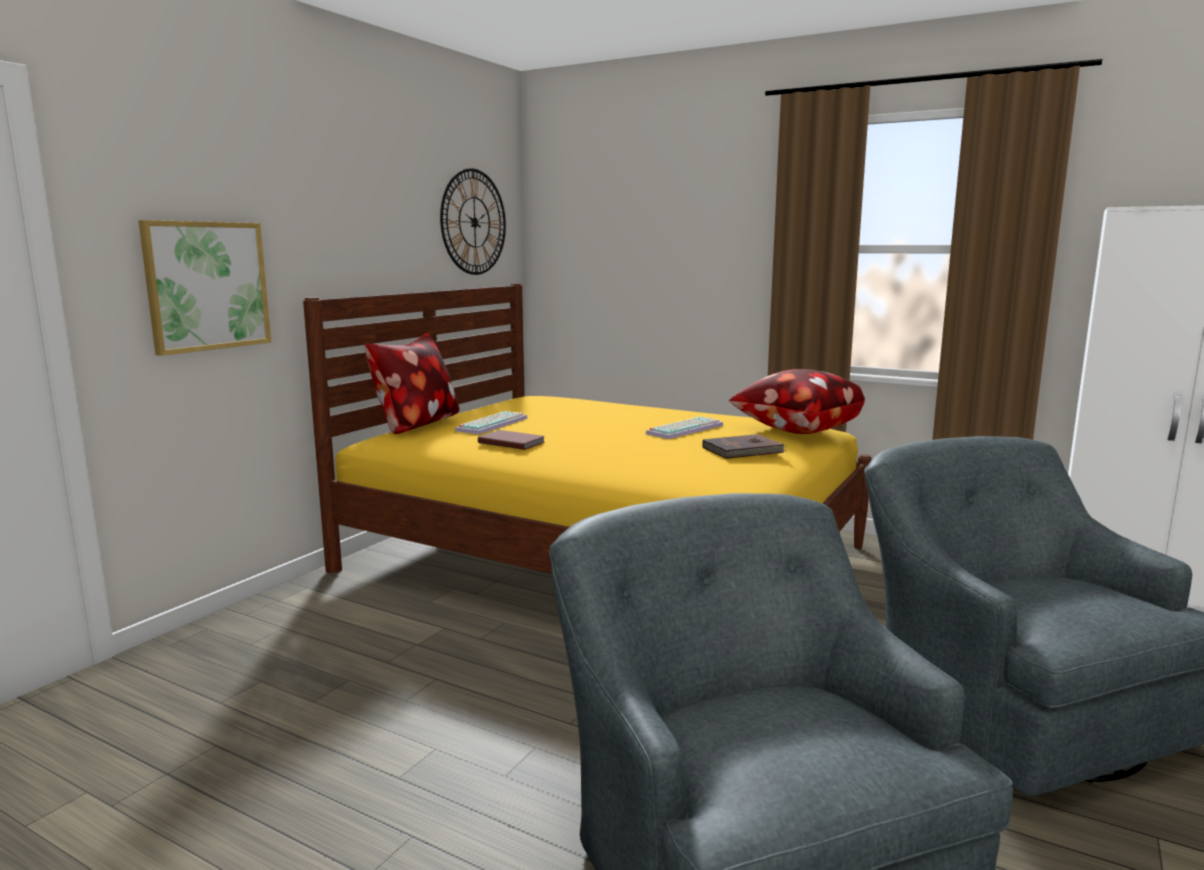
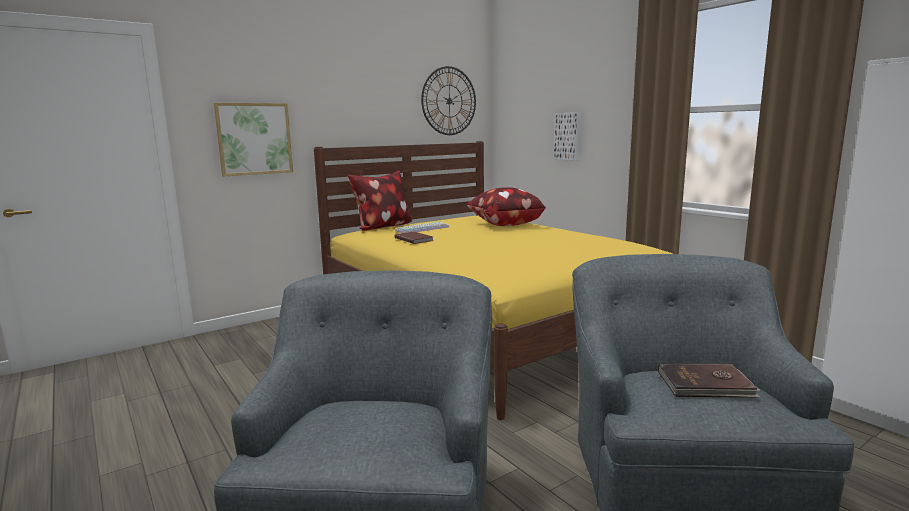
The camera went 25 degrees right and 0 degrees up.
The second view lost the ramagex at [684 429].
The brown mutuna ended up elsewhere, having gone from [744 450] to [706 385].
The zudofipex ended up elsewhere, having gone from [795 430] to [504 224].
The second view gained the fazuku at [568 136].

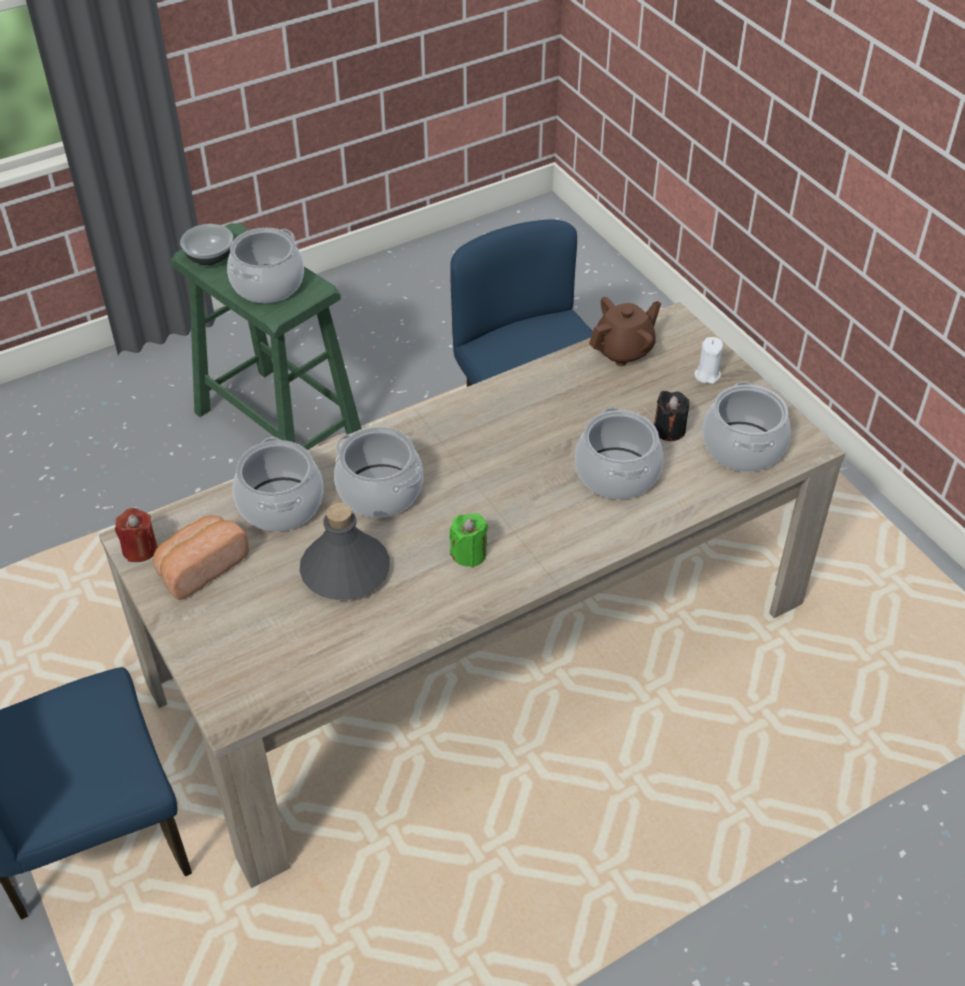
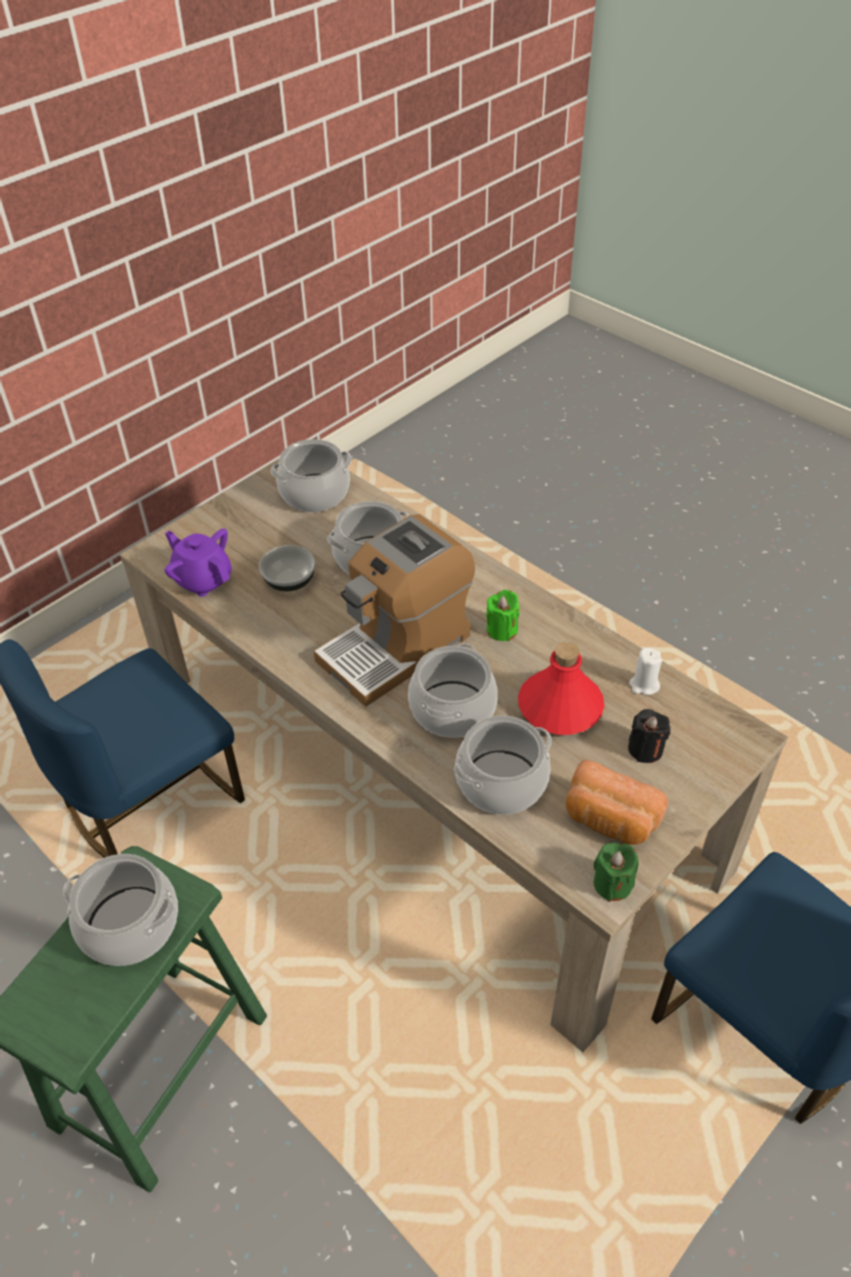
The camera went 105 degrees left and 0 degrees up.
What was the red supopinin at [140 549] turned into the green supopinin at [612 884].
The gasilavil ended up elsewhere, having gone from [209 257] to [289 582].
What was the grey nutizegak at [345 570] turned into the red nutizegak at [559 707].
What was the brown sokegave at [623 350] turned into the purple sokegave at [203 579].
The black supopinin ended up elsewhere, having gone from [669 430] to [645 749].
The white supopinin ended up elsewhere, having gone from [707 375] to [644 685].
The second view gained the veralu at [396 646].

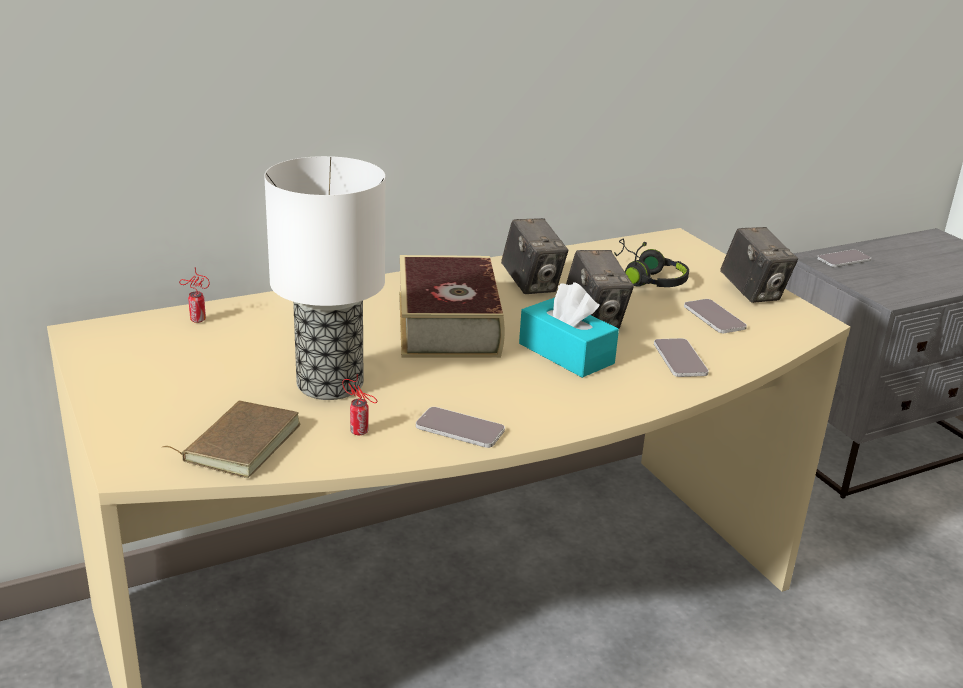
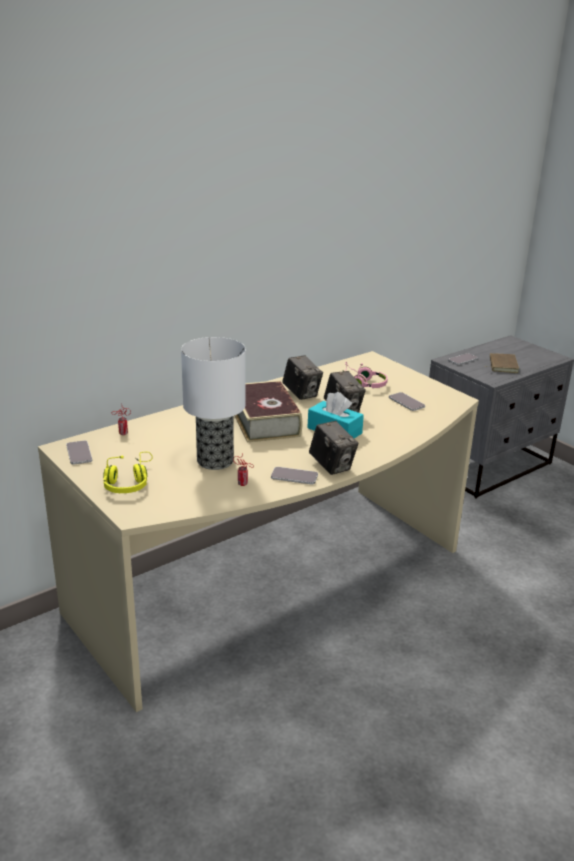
The camera went 10 degrees left and 0 degrees up.
The brown mutuna ended up elsewhere, having gone from [239 443] to [501 365].
What was the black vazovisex at [646 278] turned into the pink vazovisex at [363 383].
The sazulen ended up elsewhere, having gone from [680 359] to [79 453].
The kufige ended up elsewhere, having gone from [753 293] to [332 466].
The second view gained the yellow vazovisex at [129 482].

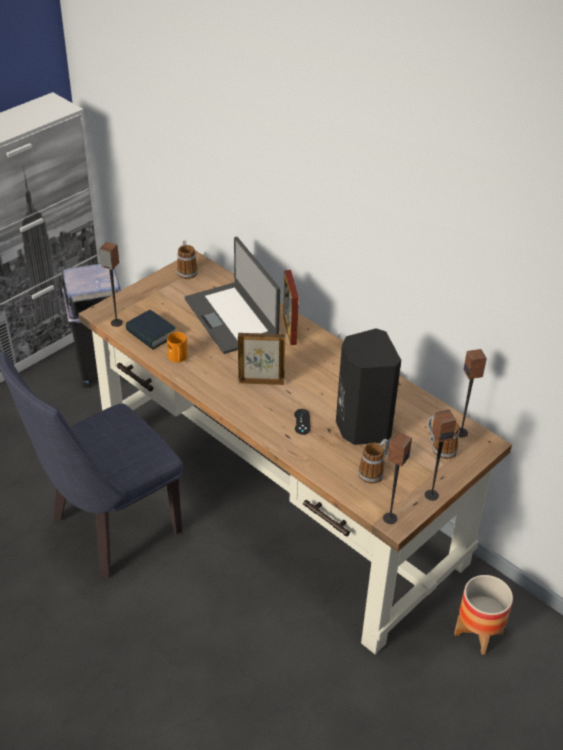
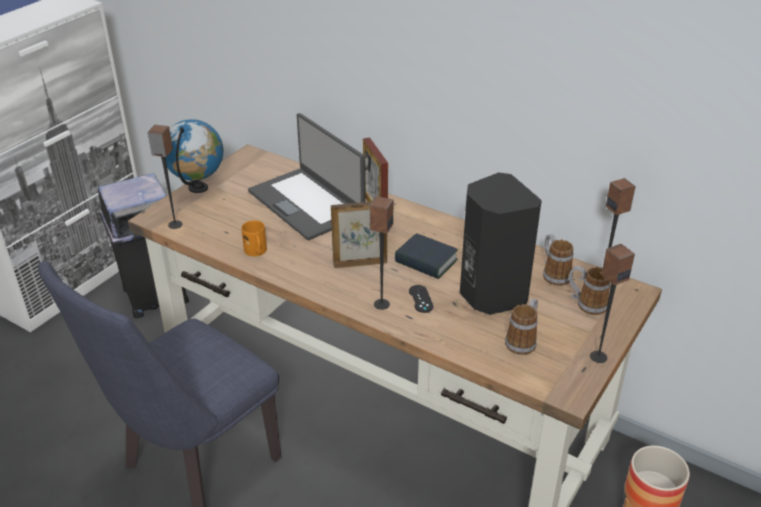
The camera went 10 degrees left and 5 degrees down.
The mutuna ended up elsewhere, having gone from [151 334] to [426 261].
The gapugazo ended up elsewhere, having gone from [186 270] to [553 274].
The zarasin ended up elsewhere, having gone from [389 518] to [381 304].
The second view gained the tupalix at [198 188].

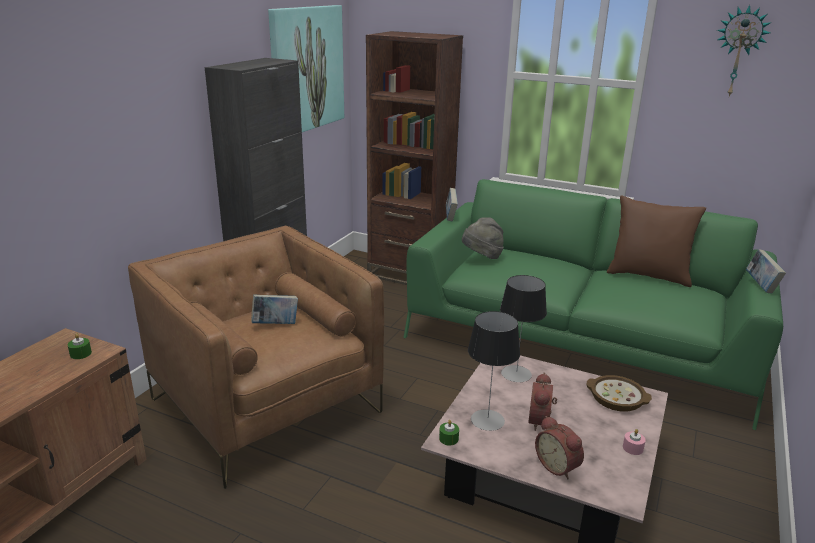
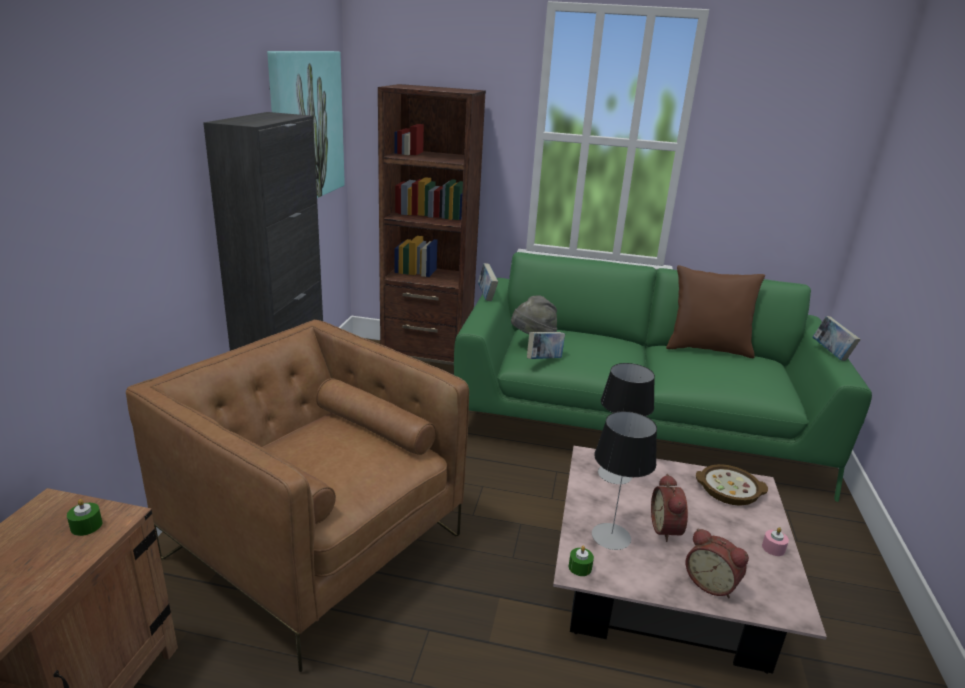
The camera went 15 degrees left and 0 degrees up.
The mutuna ended up elsewhere, having gone from [275 325] to [544 360].
The second view lost the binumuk at [739 51].

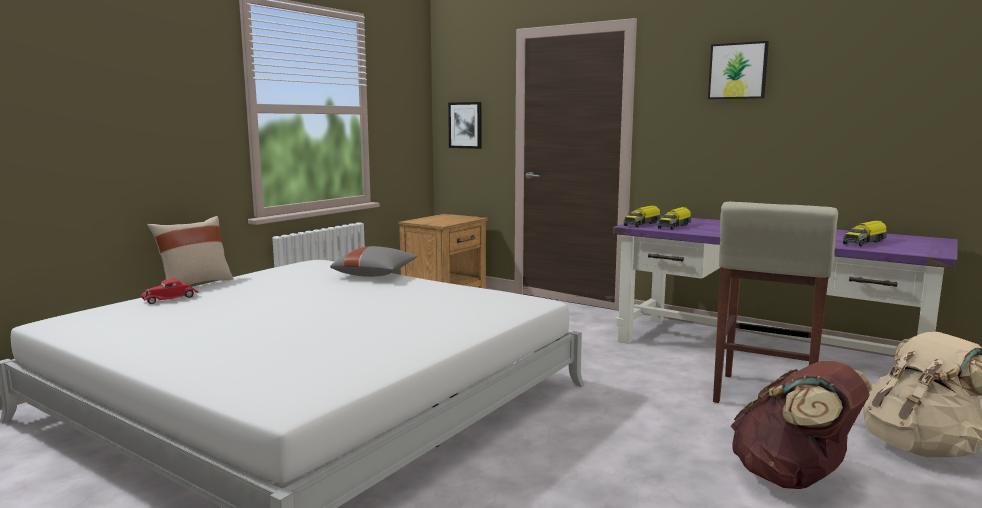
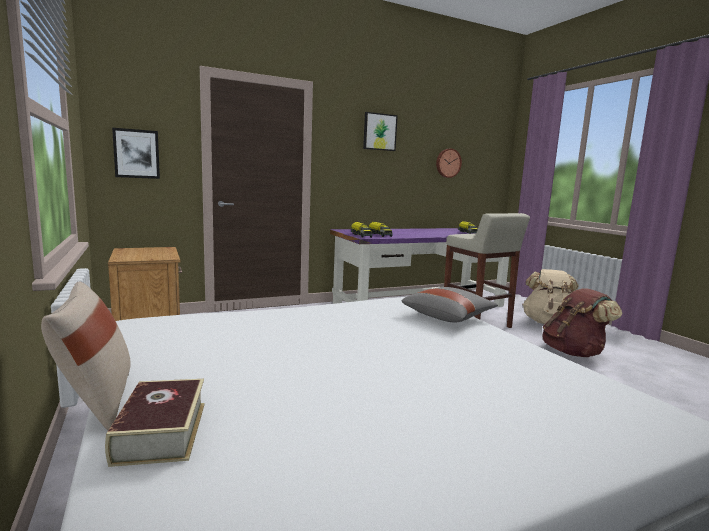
The camera went 60 degrees left and 0 degrees up.
Where the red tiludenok stood at [170 298], the mutuna came to stand at [161 432].
The grey zudofipex ended up elsewhere, having gone from [375 275] to [448 317].
The second view gained the binumuk at [448 163].

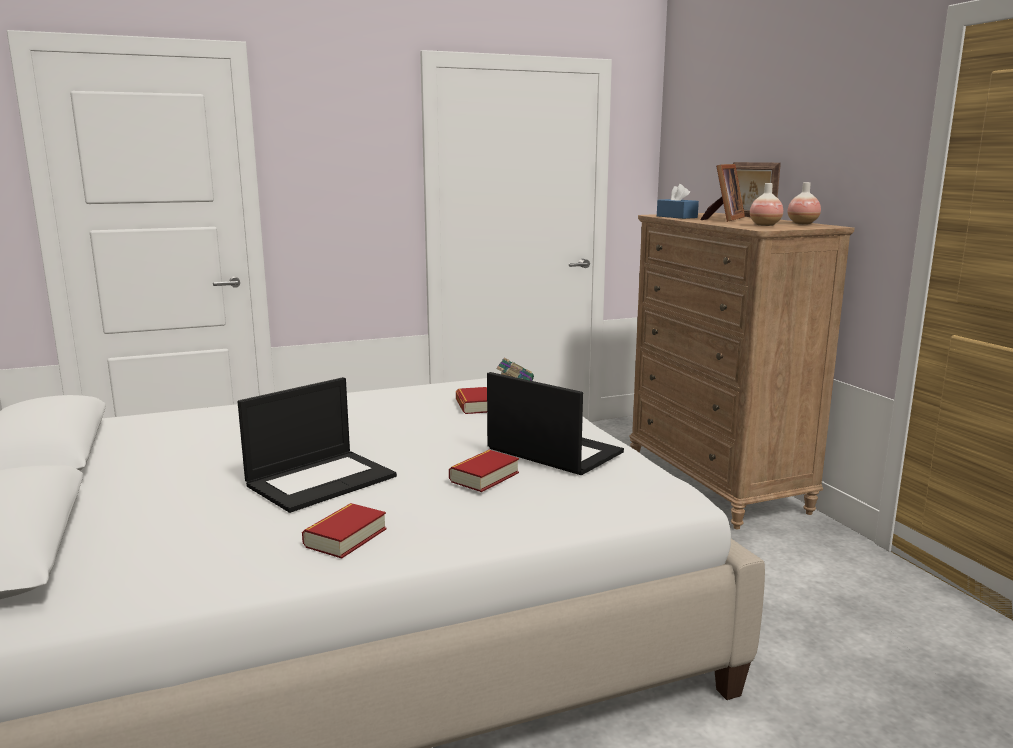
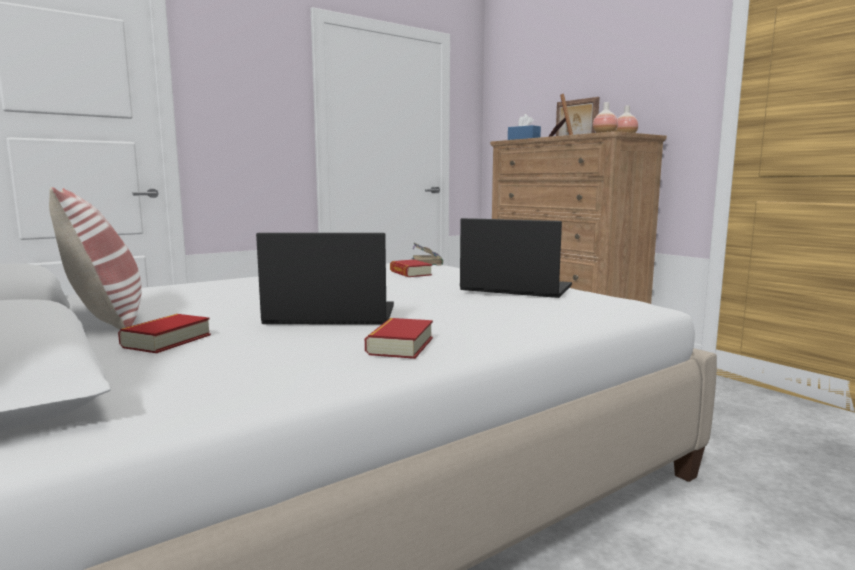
The camera went 15 degrees left and 5 degrees down.
The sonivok at [322 480] ended up facing another way, 120 degrees counterclockwise from before.
The mutuna ended up elsewhere, having gone from [484 477] to [166 341].
The second view gained the zudofipex at [106 319].

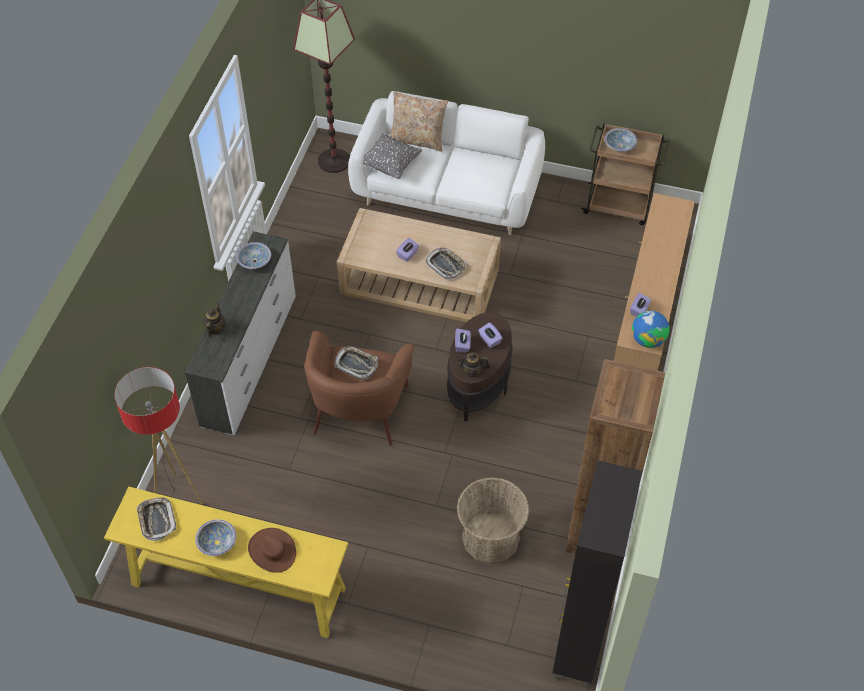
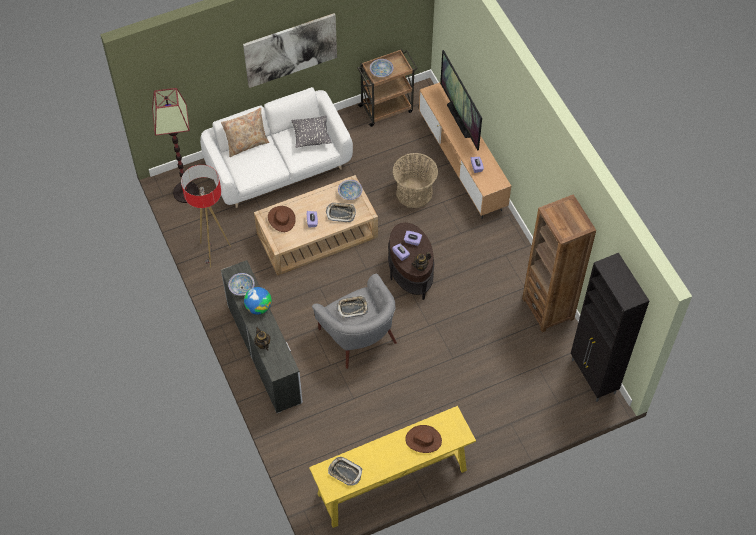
The camera went 40 degrees left and 5 degrees up.
The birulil ended up elsewhere, having gone from [177 497] to [213 252].
The gasilavil ended up elsewhere, having gone from [217 542] to [350 193].
What was the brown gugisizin at [359 410] turned into the grey gugisizin at [358 336].
The grey zudofipex ended up elsewhere, having gone from [390 165] to [311 137].
The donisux ended up elsewhere, having gone from [490 537] to [414 193].
The tupalix ended up elsewhere, having gone from [648 340] to [258 307].
The second view gained the fazuku at [290 49].
The second view gained the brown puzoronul at [281 219].
The second view gained the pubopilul at [460 119].

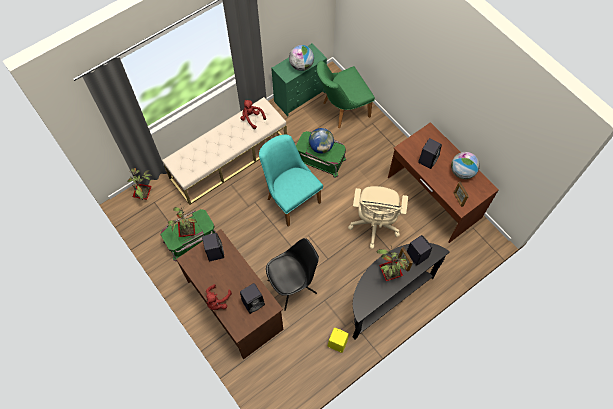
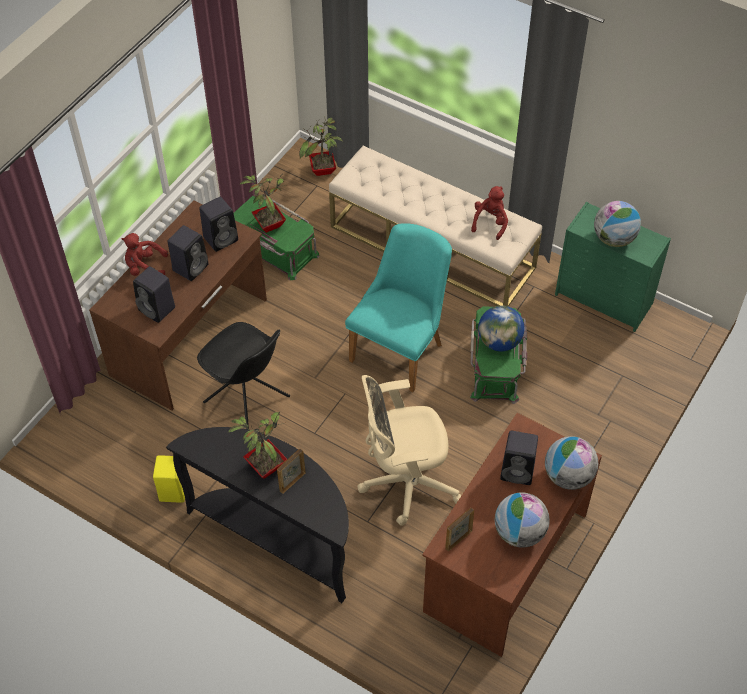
The camera went 70 degrees right and 10 degrees down.
The second view lost the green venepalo at [341 110].
The black zarasin ended up elsewhere, having gone from [416 255] to [191 267].
The second view gained the tupalix at [568 476].

